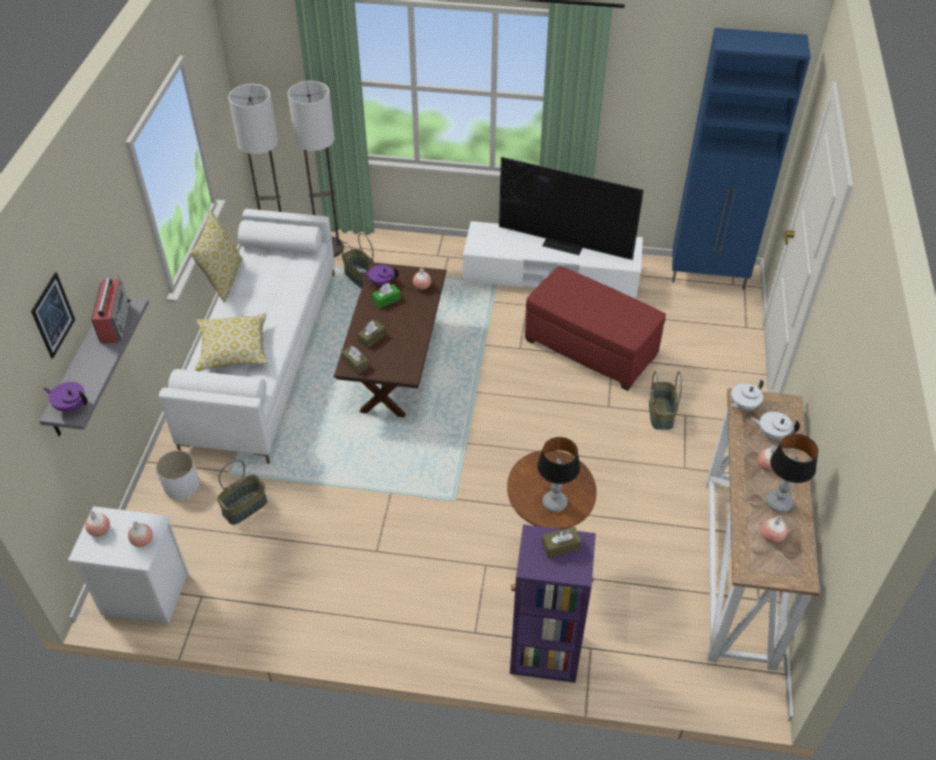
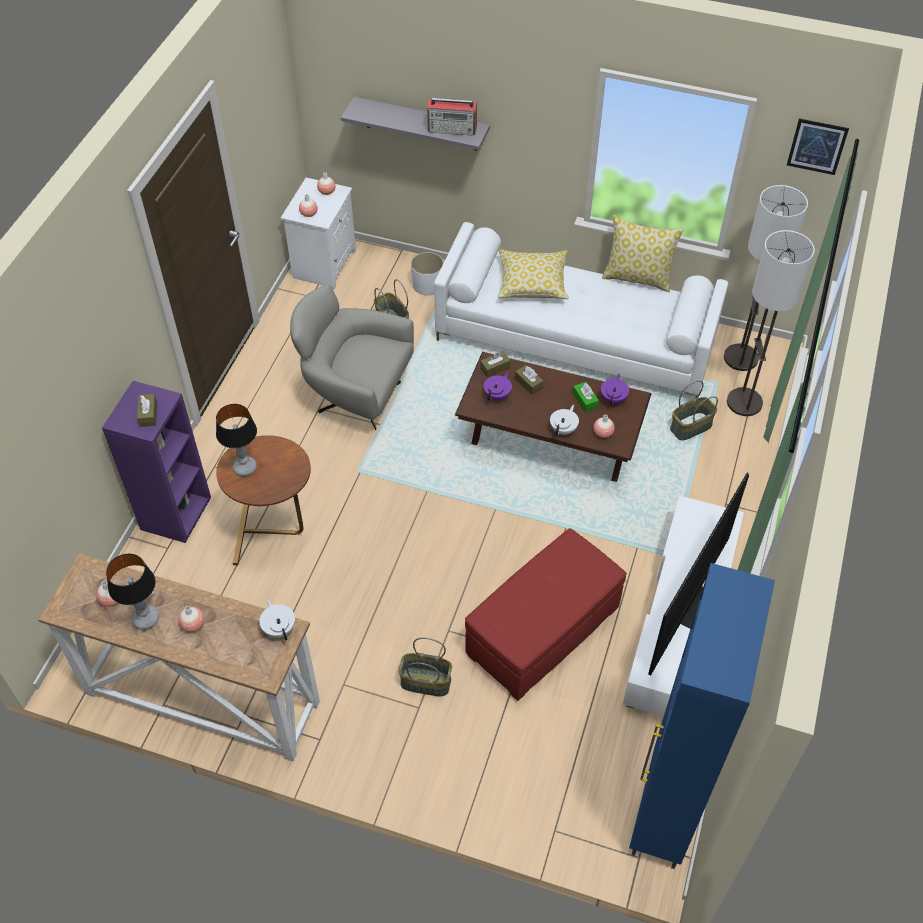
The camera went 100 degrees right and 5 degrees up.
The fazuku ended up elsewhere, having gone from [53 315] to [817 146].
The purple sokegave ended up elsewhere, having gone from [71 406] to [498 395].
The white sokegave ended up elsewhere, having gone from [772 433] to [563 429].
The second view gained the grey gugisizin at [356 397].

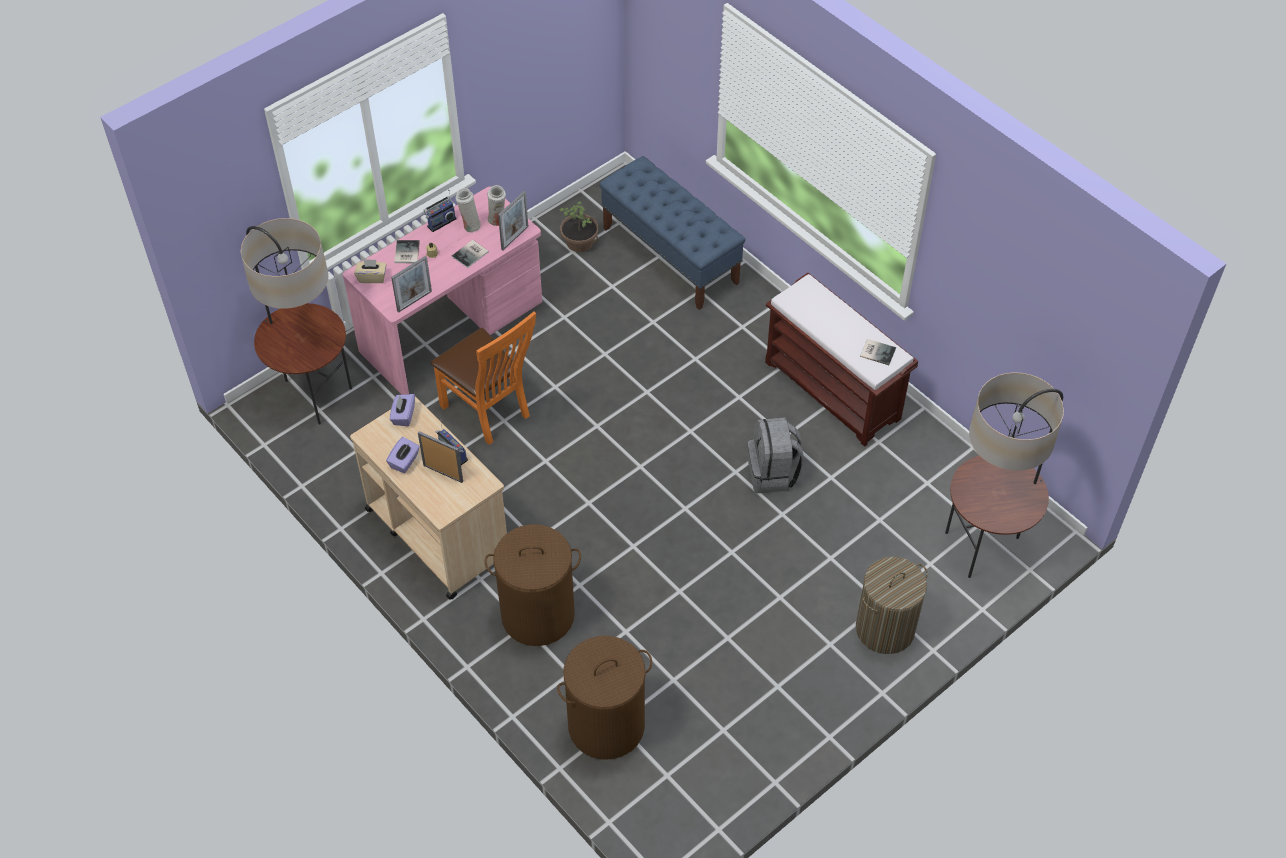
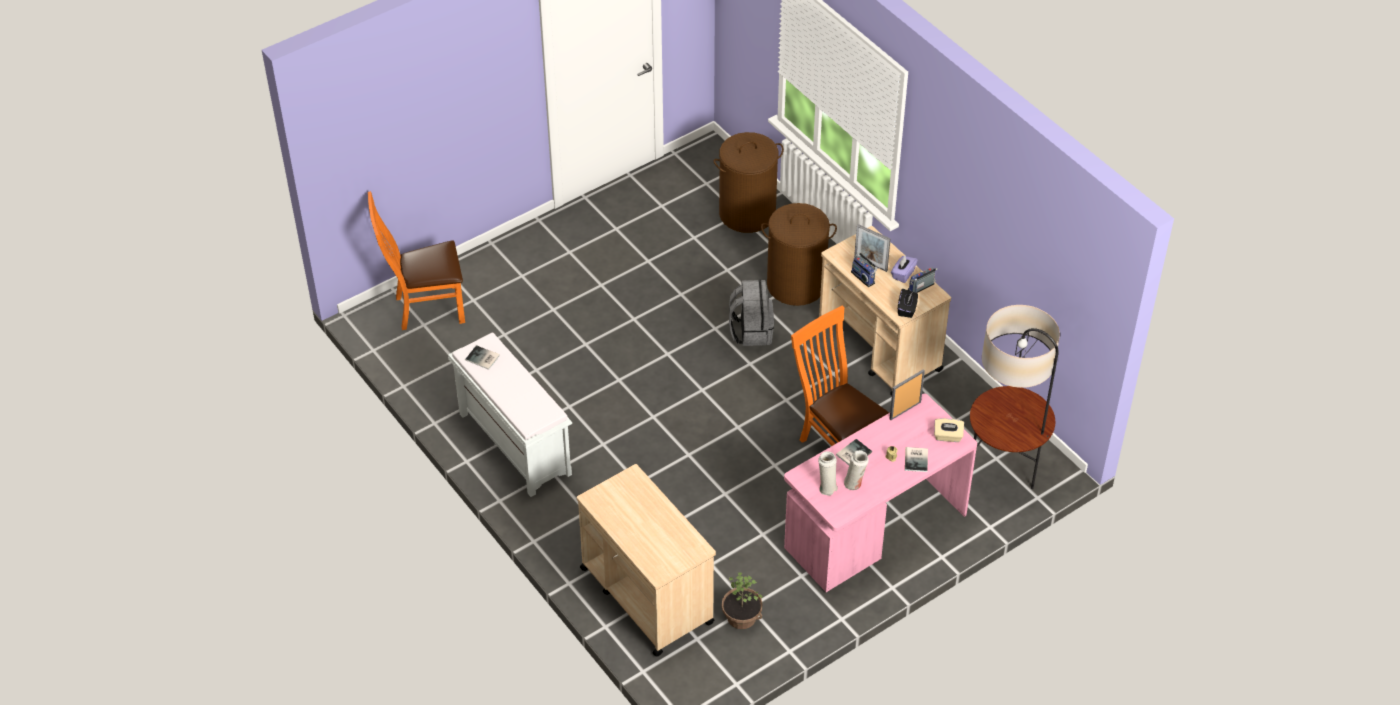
The camera went 175 degrees left and 5 degrees down.
What was the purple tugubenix at [403 416] turned into the black tugubenix at [907 309].
The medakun ended up elsewhere, having gone from [440 222] to [922 288].
The second view lost the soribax at [515 238].
Where the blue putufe stood at [671 255], the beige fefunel came to stand at [646 594].
The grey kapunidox ended up elsewhere, having gone from [773 474] to [751 331].
What was the brown putufe at [834 391] turned into the white putufe at [513 443].
The second view lost the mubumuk at [885 629].
Where the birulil stood at [983 547], the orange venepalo came to stand at [425 308].

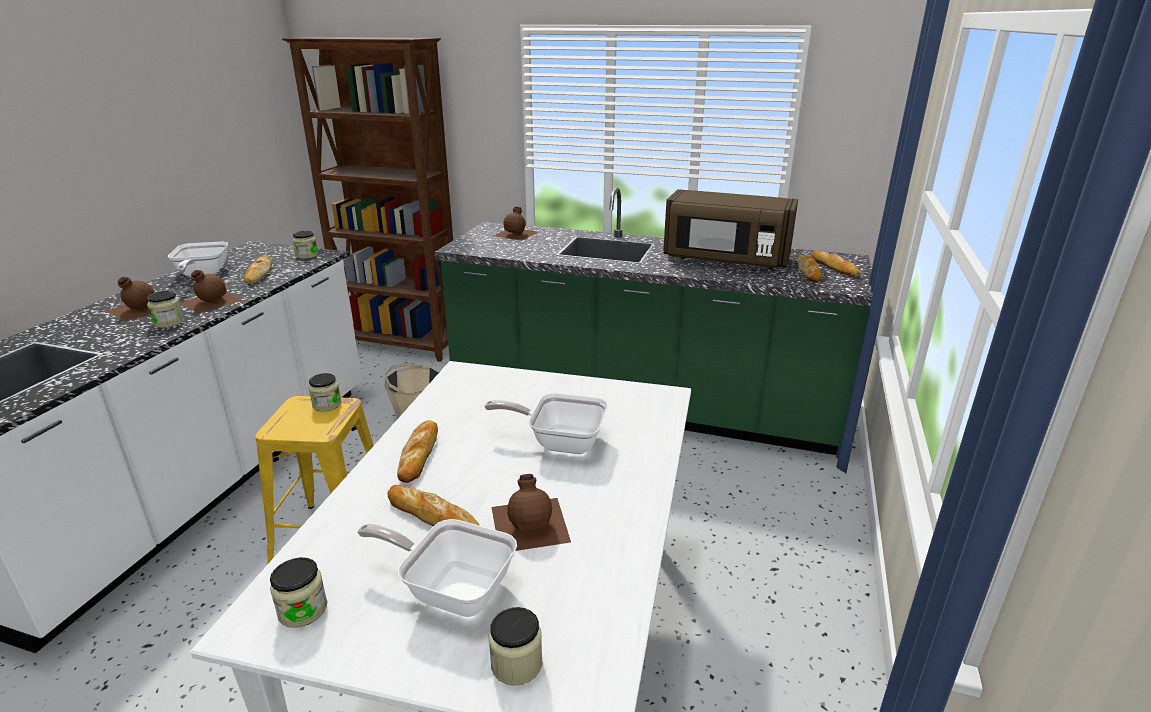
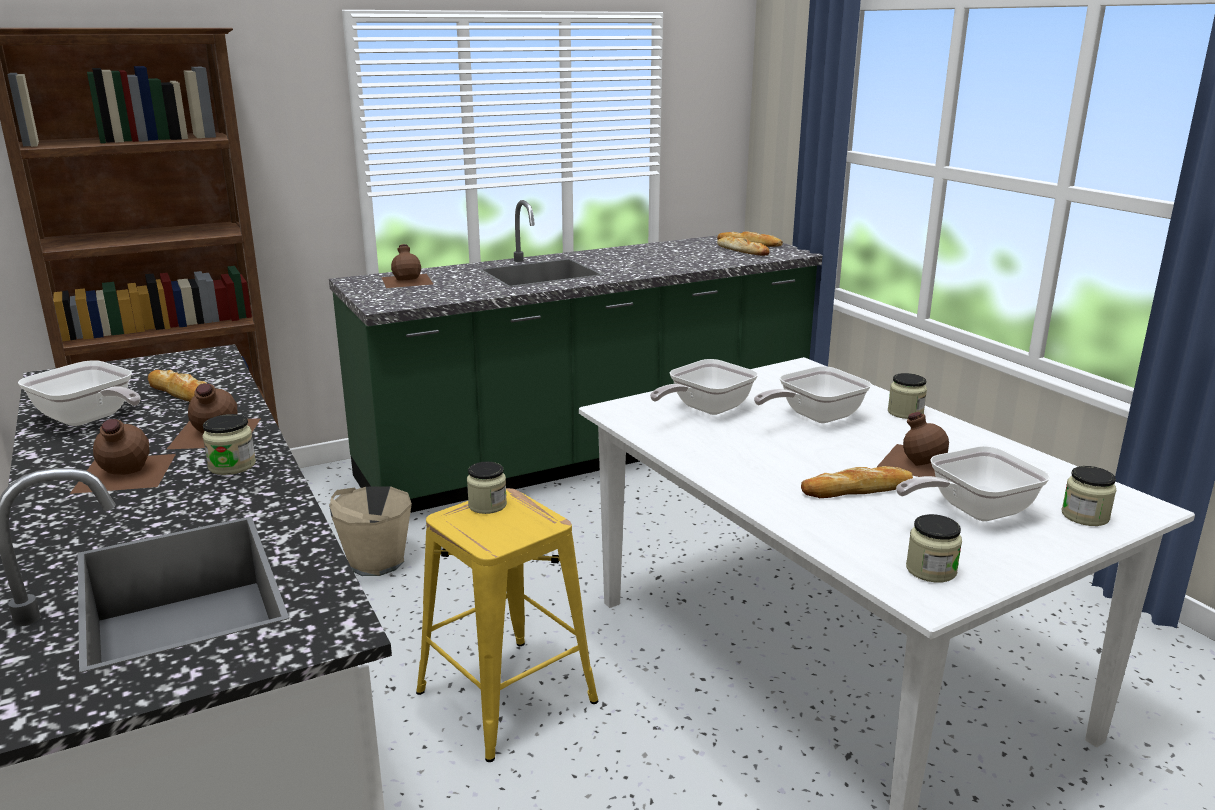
The camera went 45 degrees left and 5 degrees down.
The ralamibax ended up elsewhere, having gone from [307 255] to [905 413].
The second view lost the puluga at [419 454].
The second view lost the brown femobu at [725 260].
The second view gained the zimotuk at [705 409].

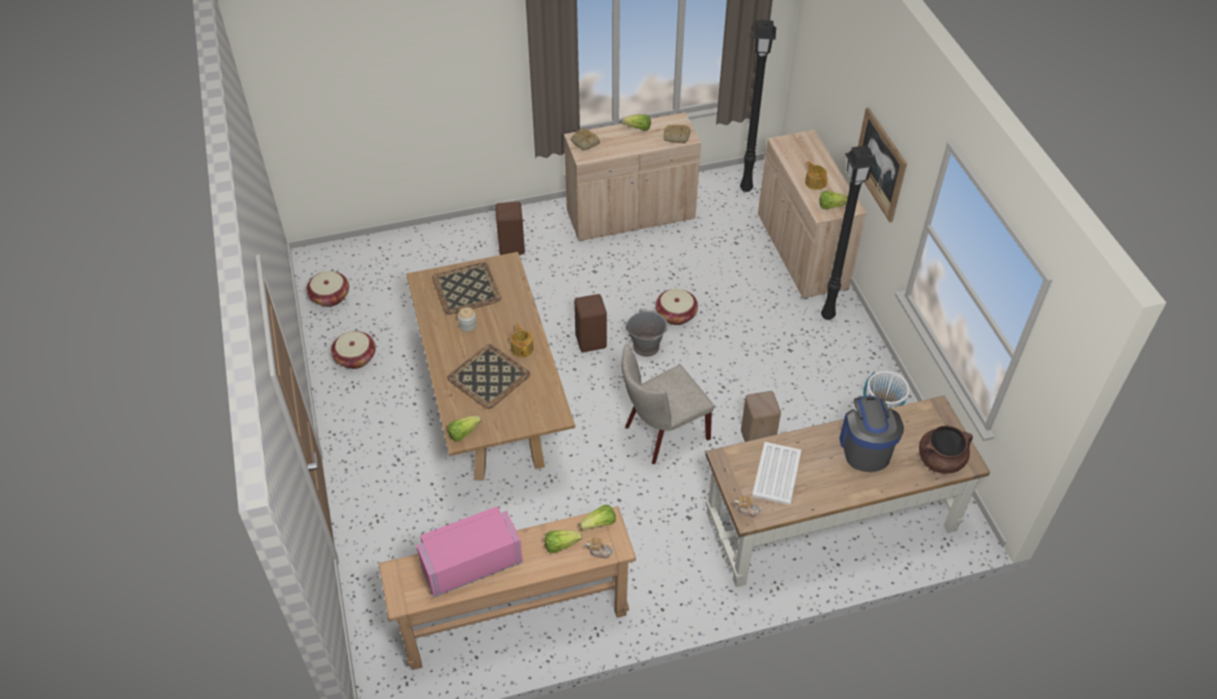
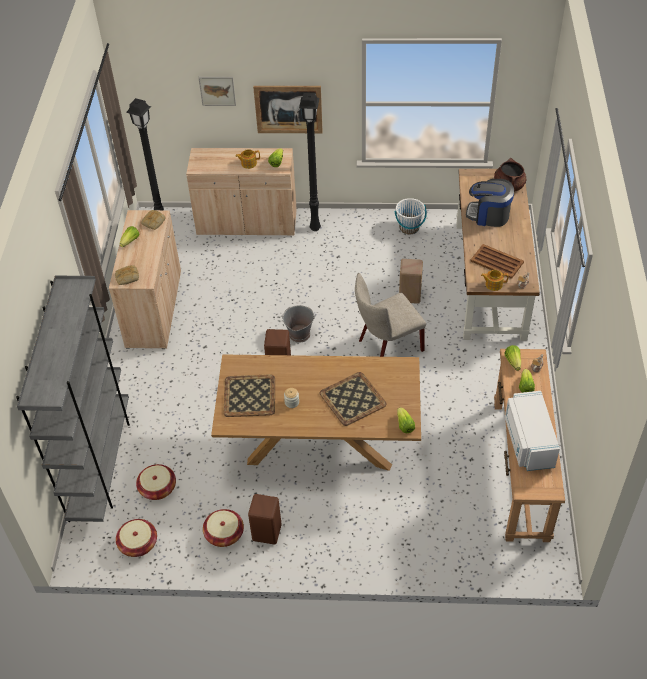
The camera went 70 degrees left and 0 degrees up.
What was the pink femobu at [470 562] turned into the white femobu at [527 441].
The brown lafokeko ended up elsewhere, having gone from [510 246] to [266 533].
The sokegave ended up elsewhere, having gone from [522 348] to [493 284].
The beige venepalo at [662 434] ended up facing another way, 75 degrees clockwise from before.
The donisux ended up elsewhere, having gone from [676 314] to [158 488].
What was the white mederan at [777 473] turned into the brown mederan at [496 261].
The second view gained the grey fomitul at [101 464].
The second view gained the fazuku at [217 90].

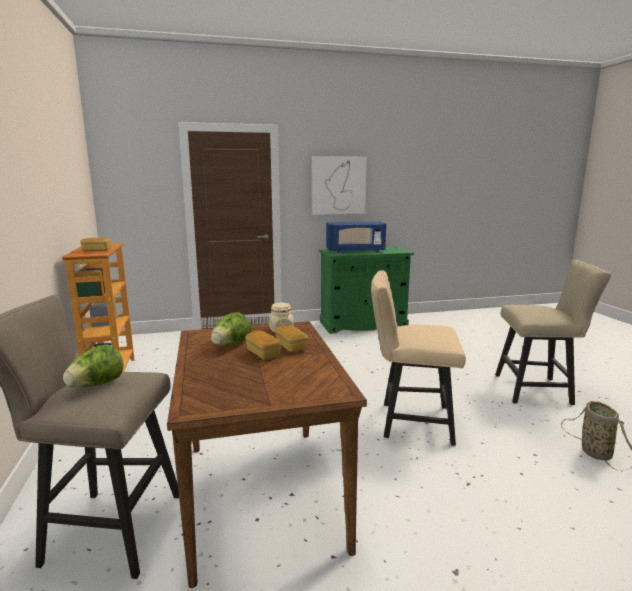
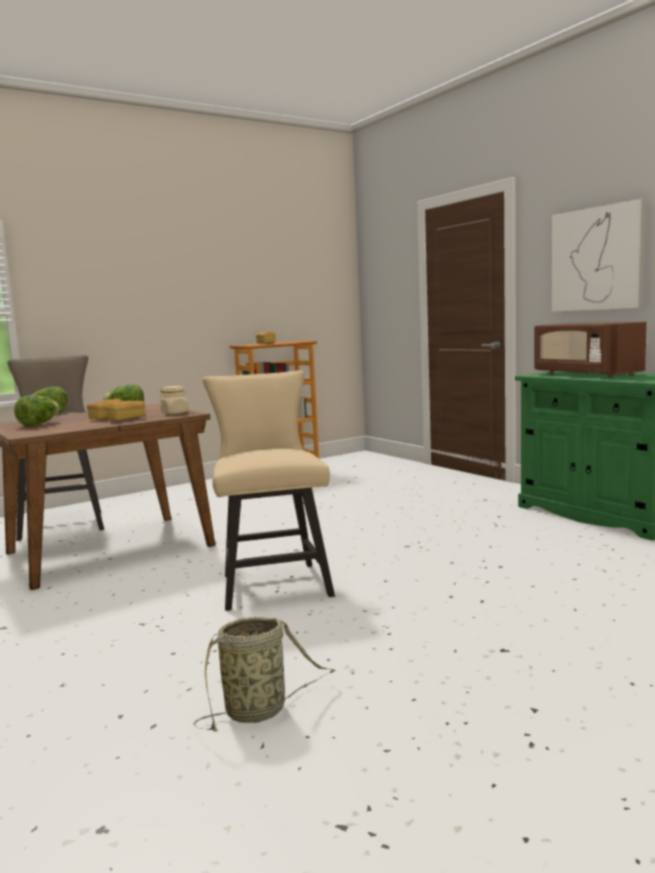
The camera went 70 degrees right and 5 degrees down.
What was the blue femobu at [355 251] turned into the brown femobu at [585 374].
The second view lost the beige venepalo at [539 390].
The second view gained the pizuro at [39 424].

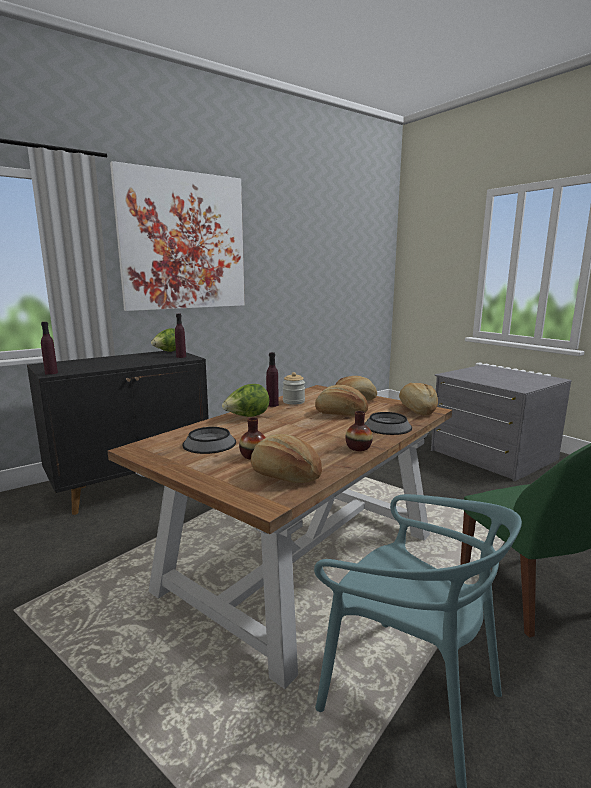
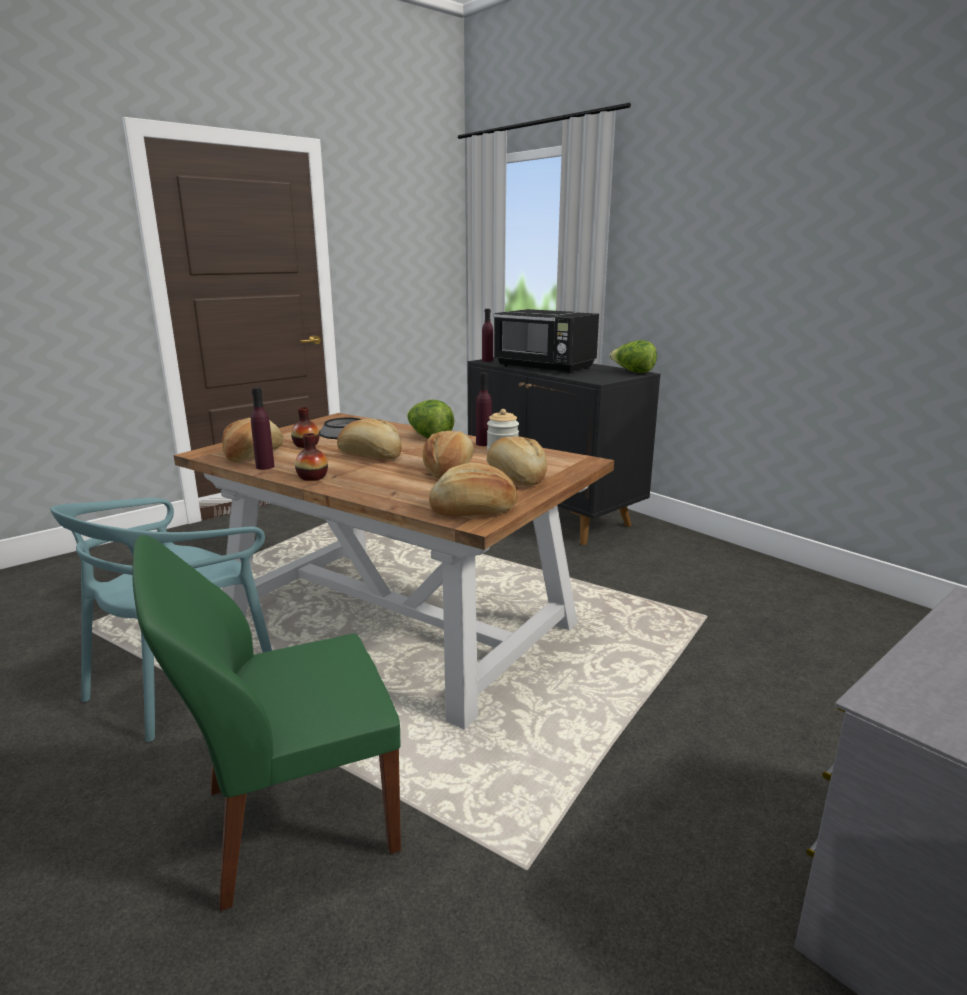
The camera went 85 degrees right and 5 degrees up.
The second view lost the fazuku at [183 242].
The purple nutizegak ended up elsewhere, having gone from [181 357] to [265 467].
The second view lost the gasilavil at [387 426].
The second view gained the puluga at [370 456].
The second view gained the black femobu at [545 367].

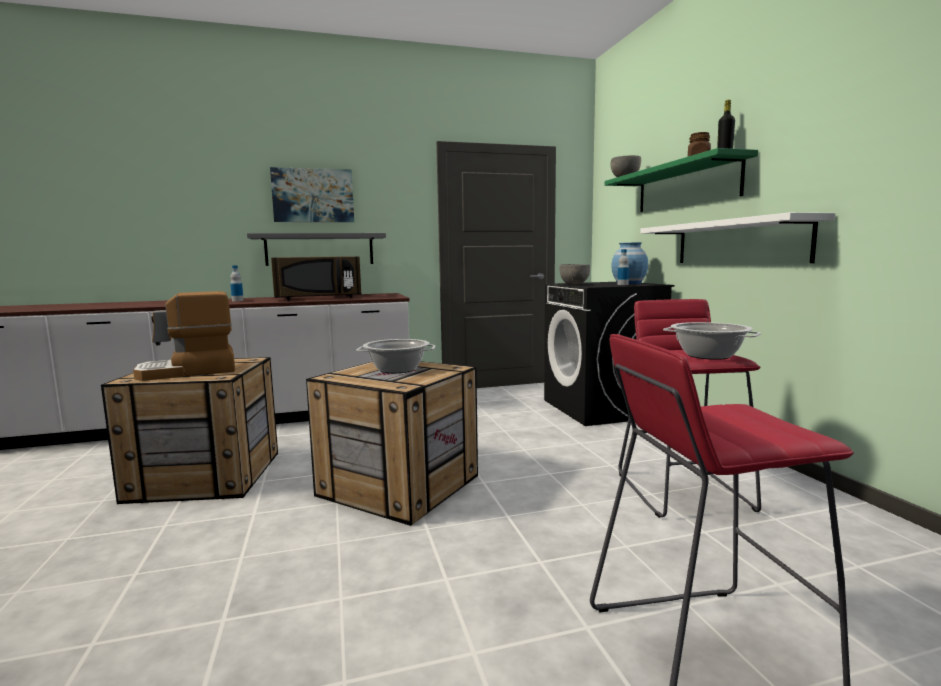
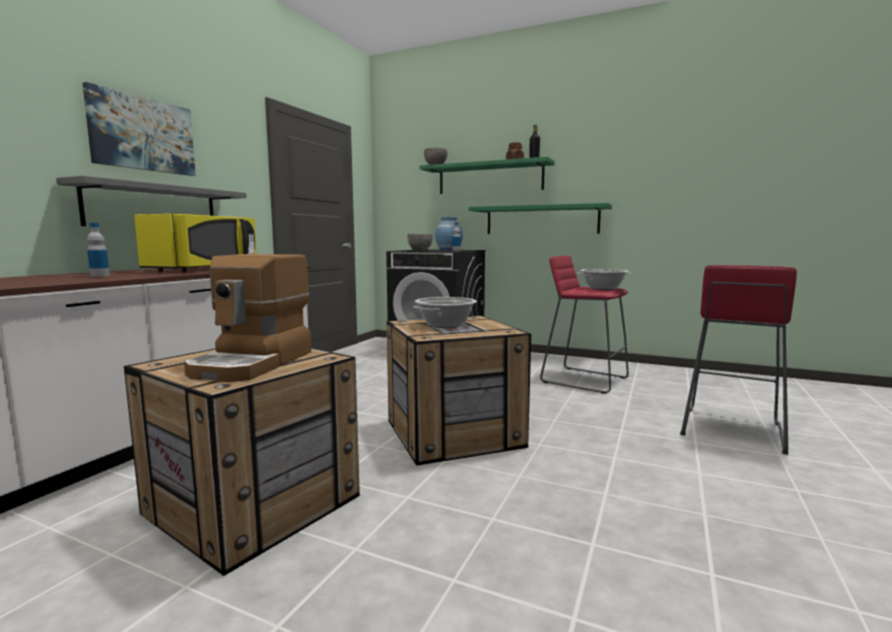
The camera went 50 degrees left and 0 degrees up.
What was the brown femobu at [318 298] turned into the yellow femobu at [206 269].
What was the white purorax at [738 242] turned into the green purorax at [541 220].

